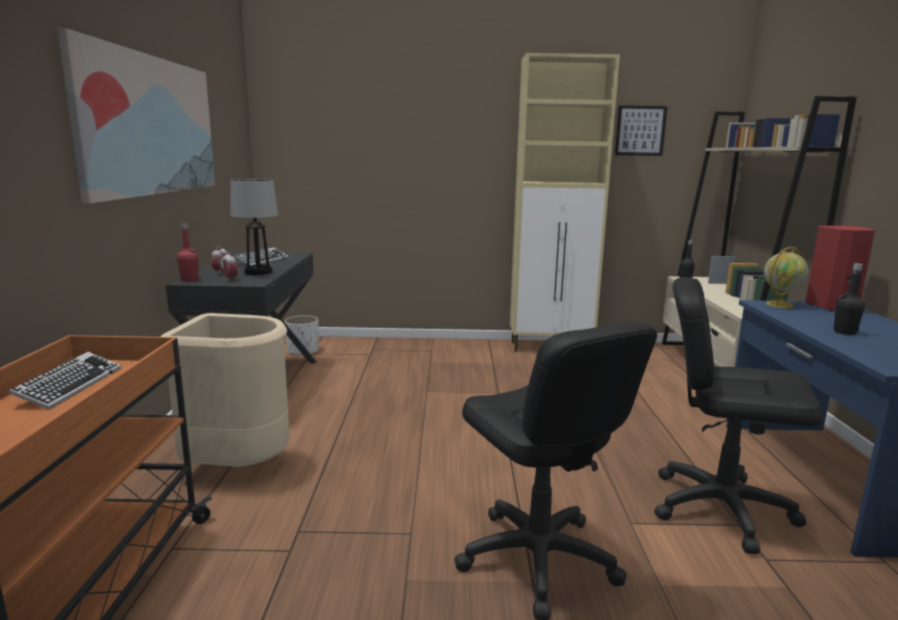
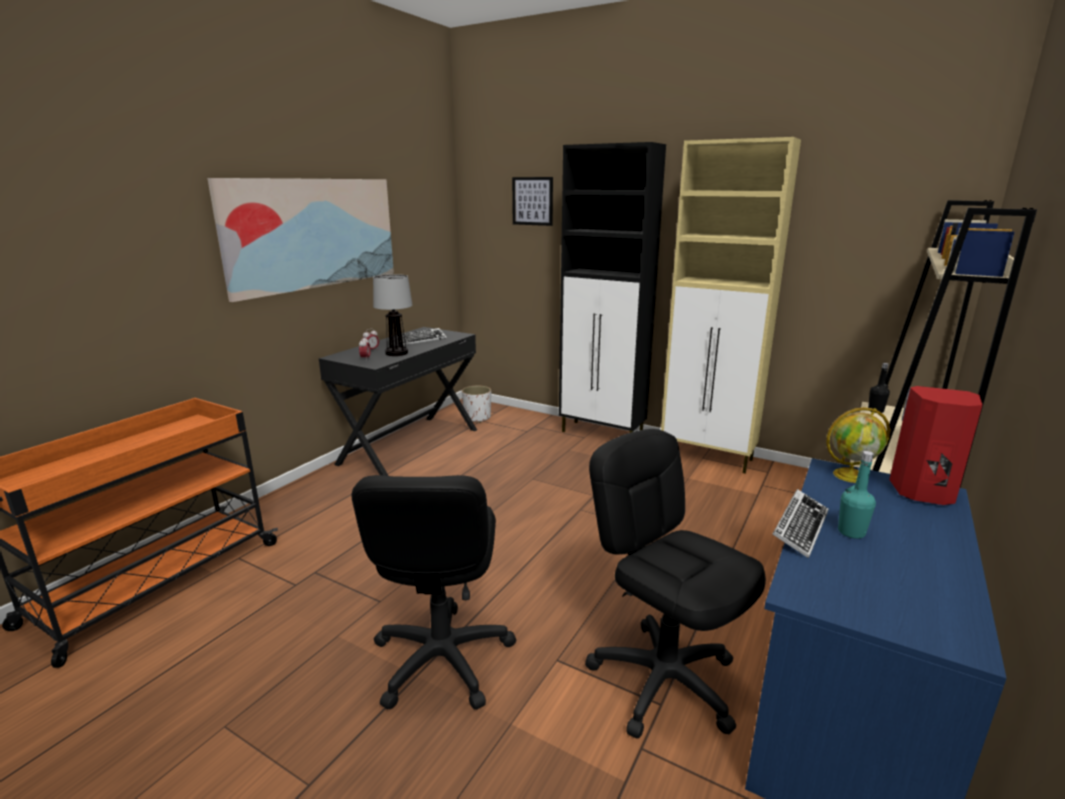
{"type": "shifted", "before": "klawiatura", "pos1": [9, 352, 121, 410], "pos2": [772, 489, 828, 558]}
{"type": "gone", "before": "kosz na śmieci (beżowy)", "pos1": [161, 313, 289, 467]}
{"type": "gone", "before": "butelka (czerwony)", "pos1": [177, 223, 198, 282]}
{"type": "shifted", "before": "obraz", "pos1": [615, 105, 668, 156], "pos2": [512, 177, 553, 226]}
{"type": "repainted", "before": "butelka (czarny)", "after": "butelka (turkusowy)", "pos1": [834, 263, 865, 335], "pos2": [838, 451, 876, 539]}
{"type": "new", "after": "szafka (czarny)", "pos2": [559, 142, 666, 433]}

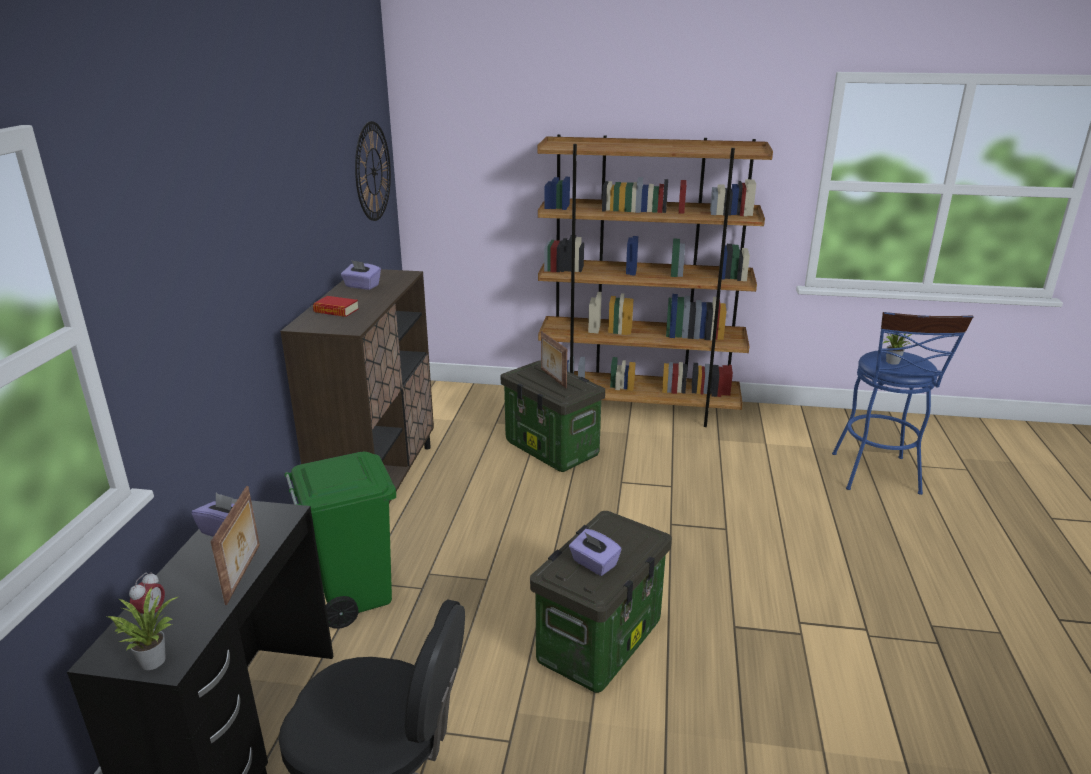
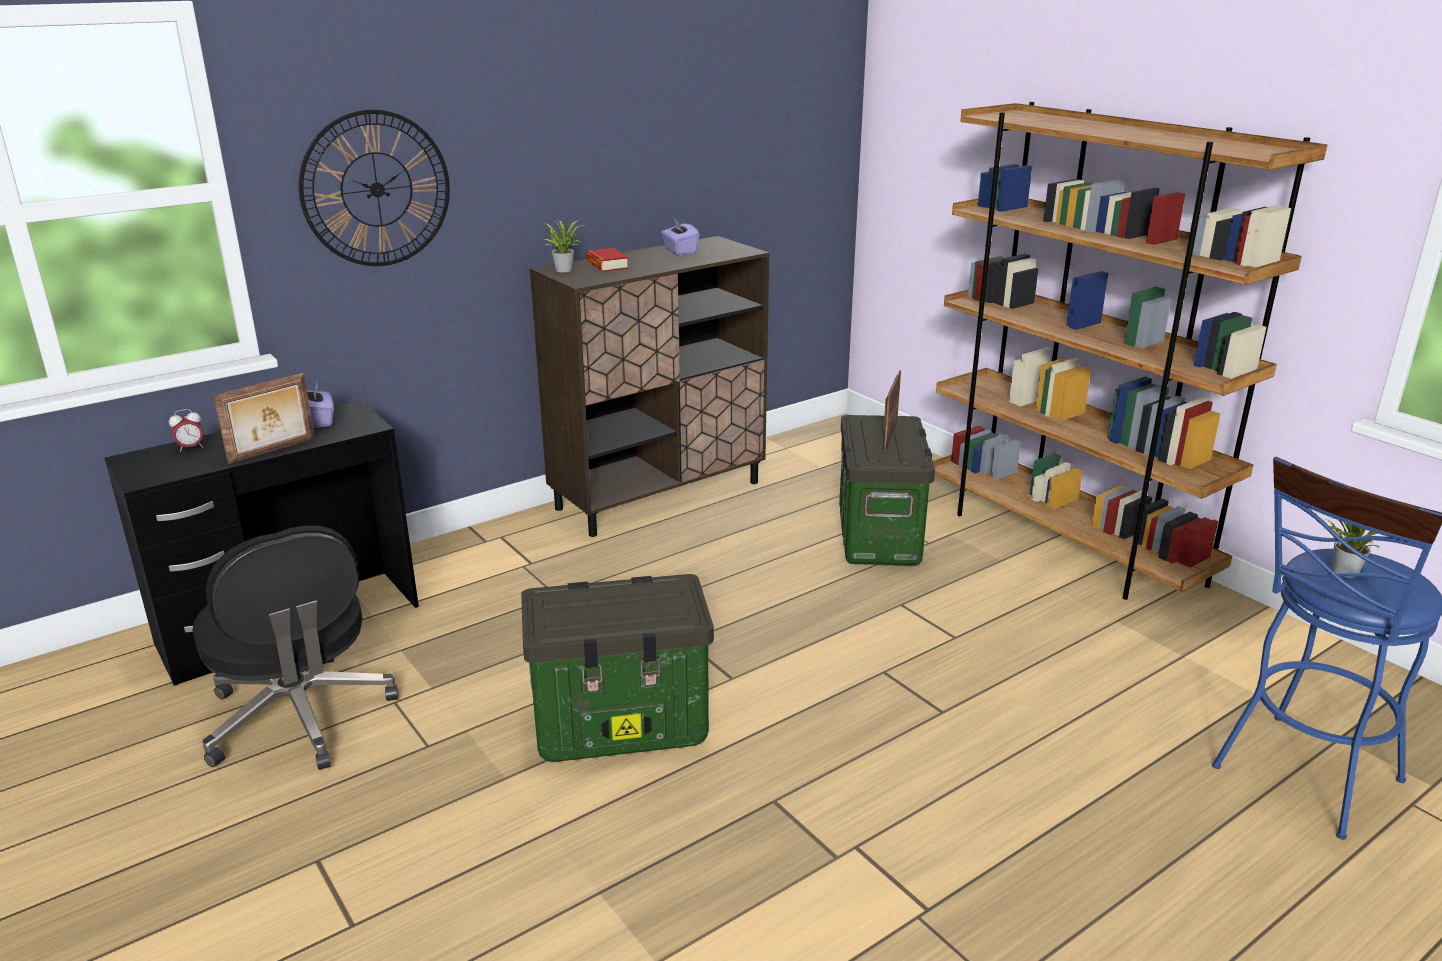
{"type": "shifted", "before": "roślina doniczkowa", "pos1": [108, 587, 177, 670], "pos2": [545, 219, 586, 272]}
{"type": "gone", "before": "kosz na śmieci (zielony)", "pos1": [284, 452, 396, 629]}
{"type": "shifted", "before": "zegar ścienny", "pos1": [355, 121, 391, 221], "pos2": [299, 109, 450, 266]}
{"type": "gone", "before": "pudełko chusteczek (fioletowy)", "pos1": [569, 529, 622, 576]}

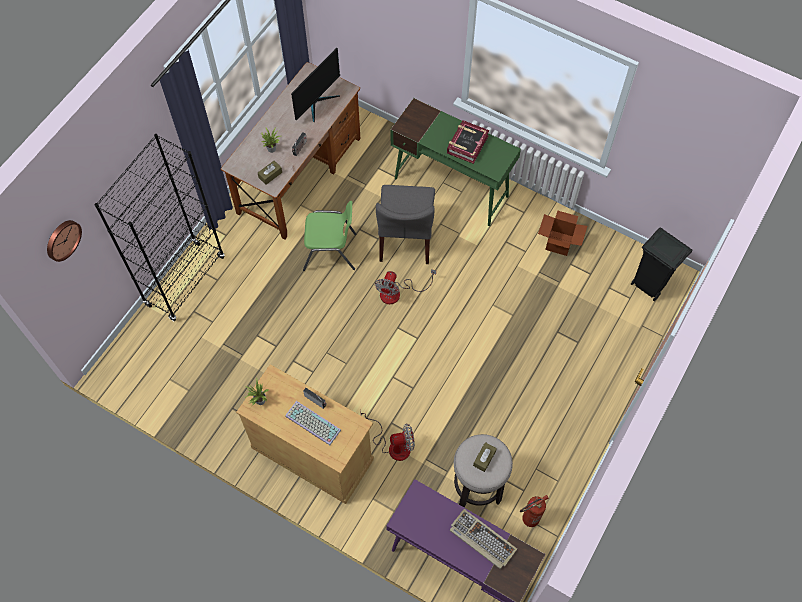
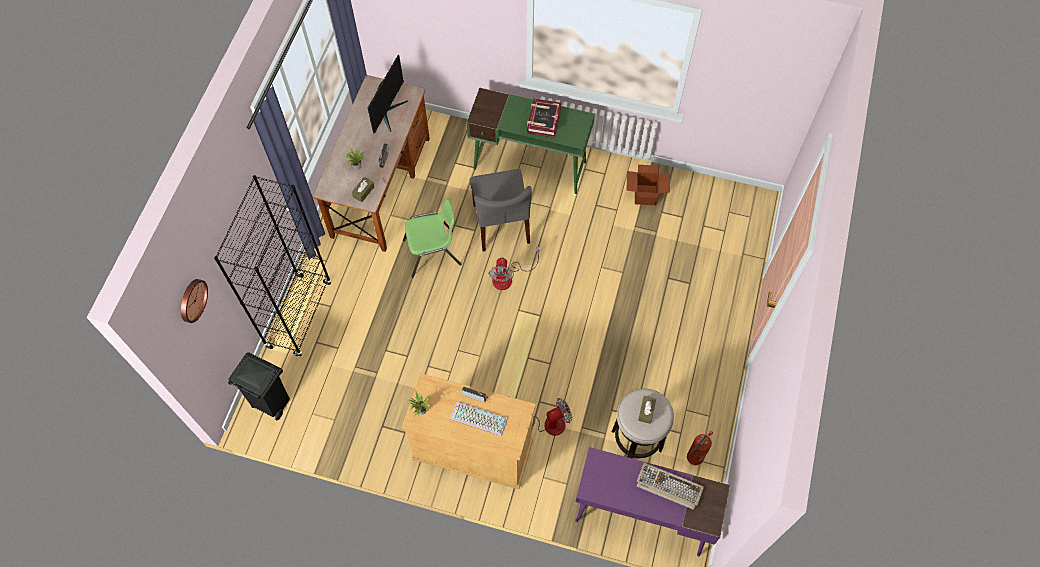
{"type": "shifted", "before": "kosz na śmieci (czarny)", "pos1": [631, 227, 692, 301], "pos2": [228, 352, 290, 421]}

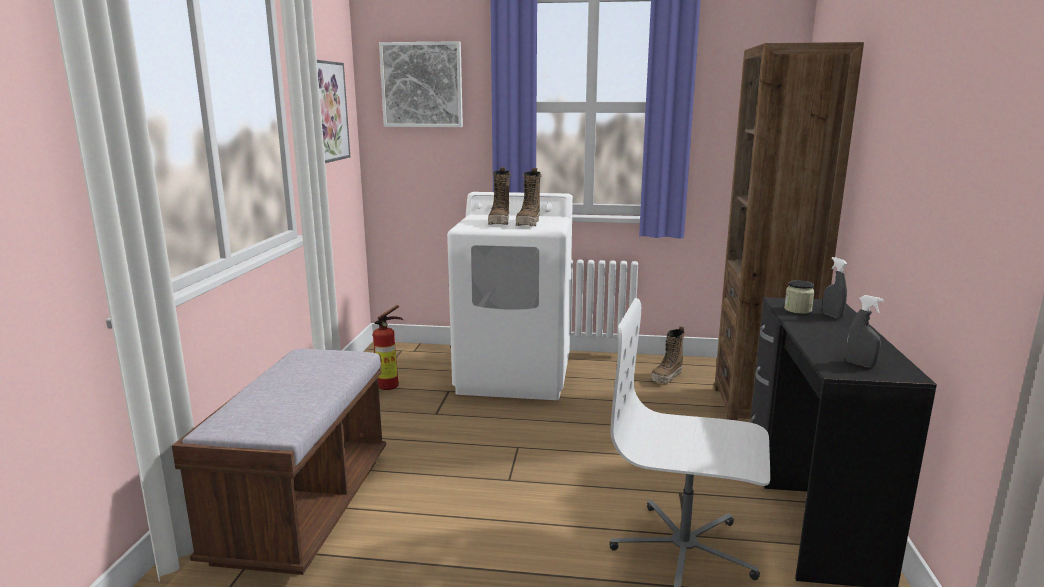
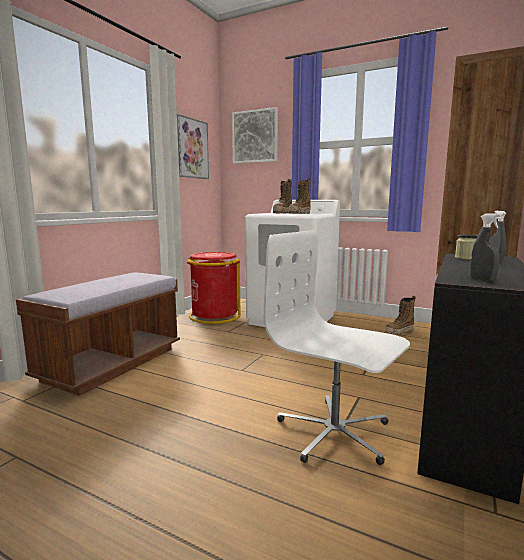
{"type": "swapped", "before": "gaśnica", "after": "kosz na śmieci (czerwony)", "pos1": [373, 305, 403, 390], "pos2": [186, 252, 240, 324]}

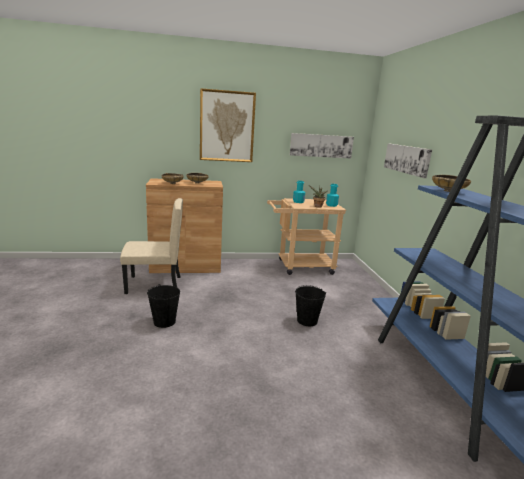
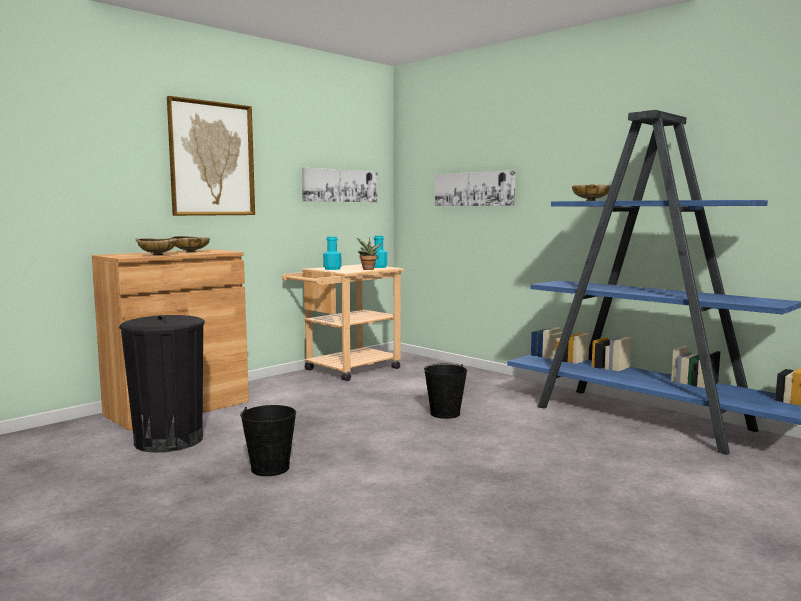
{"type": "swapped", "before": "krzesło (beżowy)", "after": "kosz na śmieci (czarny)", "pos1": [120, 198, 183, 294], "pos2": [119, 315, 205, 453]}

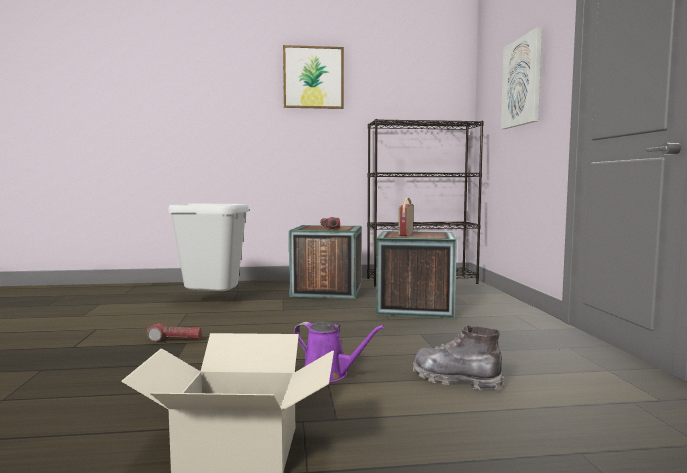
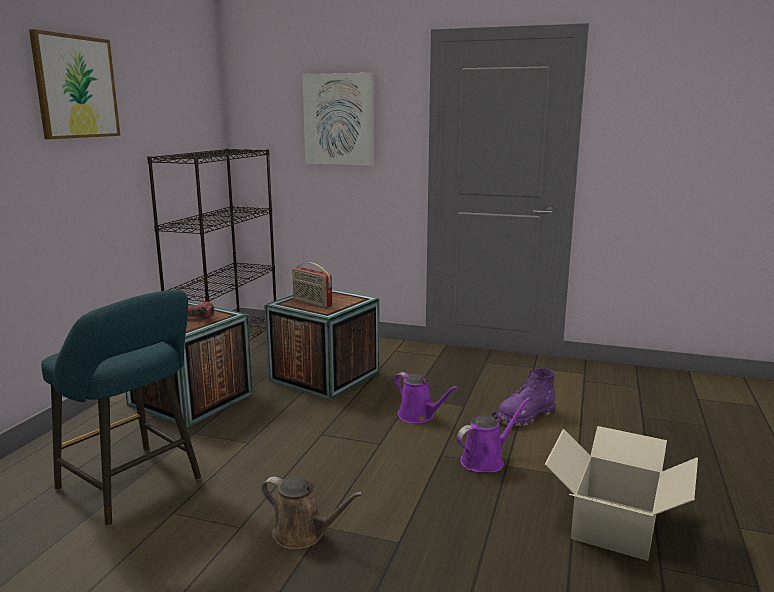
{"type": "swapped", "before": "latarka", "after": "konewka (brązowy)", "pos1": [147, 323, 202, 342], "pos2": [261, 477, 363, 549]}
{"type": "swapped", "before": "kosz na śmieci (szary)", "after": "stołek (turkusowy)", "pos1": [168, 203, 249, 291], "pos2": [41, 290, 201, 526]}
{"type": "repainted", "before": "but z cholewką (szary)", "after": "but z cholewką (fioletowy)", "pos1": [413, 325, 504, 391], "pos2": [497, 368, 555, 426]}
{"type": "new", "after": "konewka (fioletowy)", "pos2": [394, 372, 458, 423]}

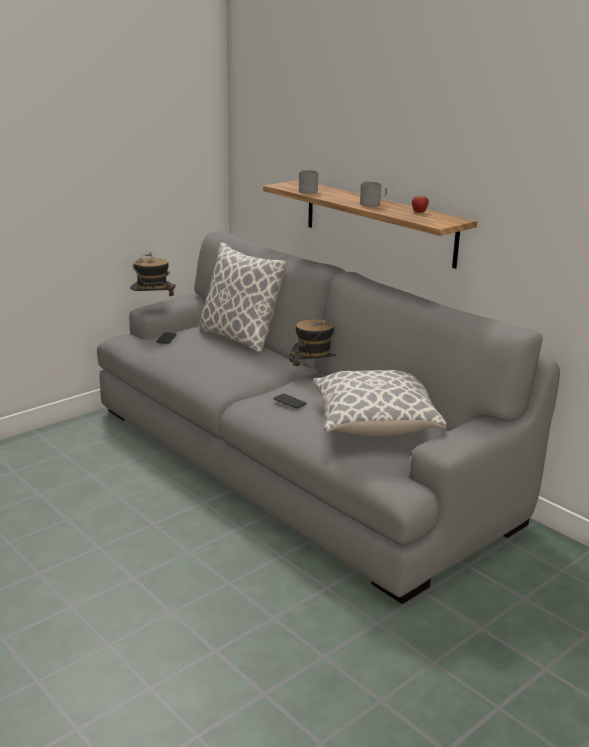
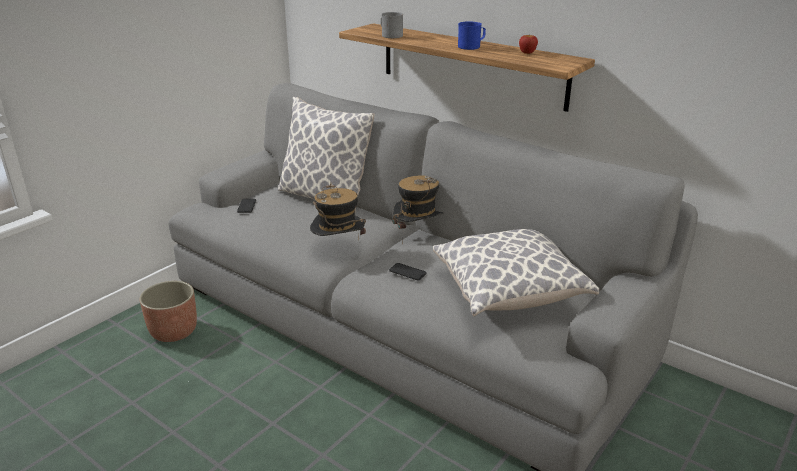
{"type": "shifted", "before": "kapelusz", "pos1": [130, 253, 176, 304], "pos2": [310, 183, 366, 239]}
{"type": "repainted", "before": "kubek (szary)", "after": "kubek (niebieski)", "pos1": [360, 181, 387, 207], "pos2": [458, 21, 486, 50]}
{"type": "new", "after": "donica", "pos2": [139, 281, 197, 342]}

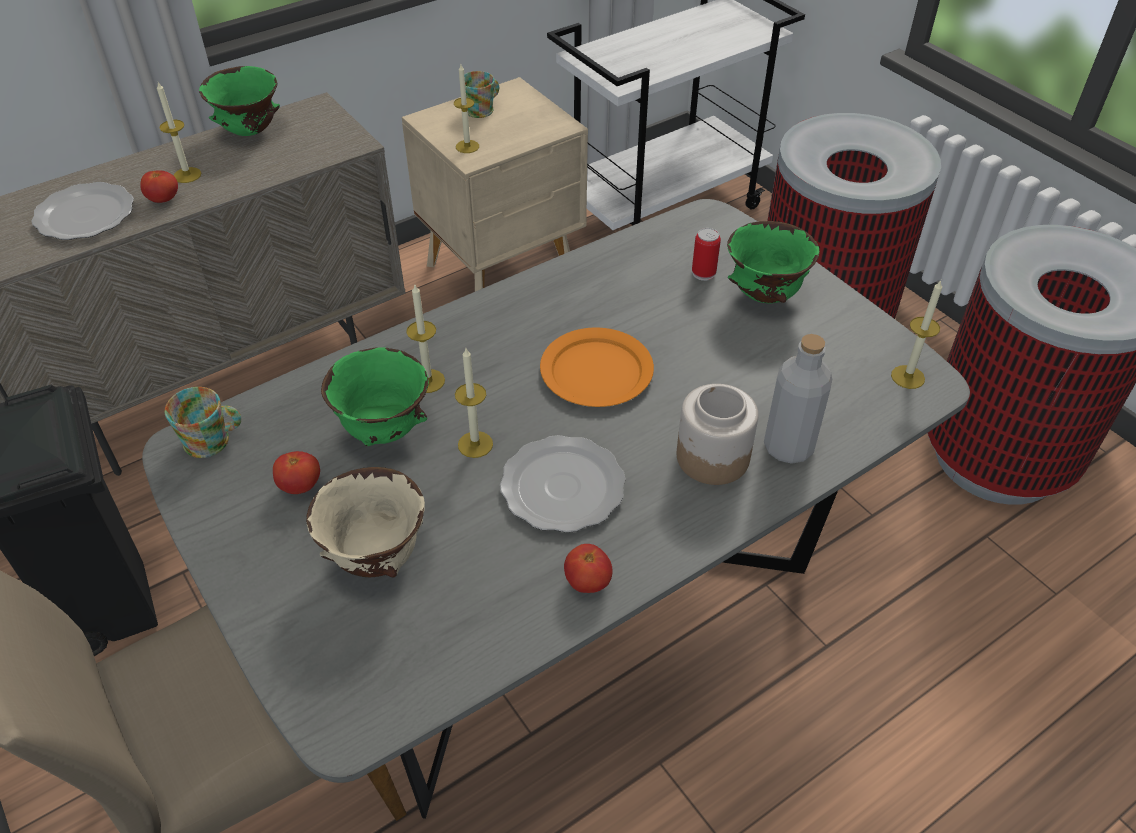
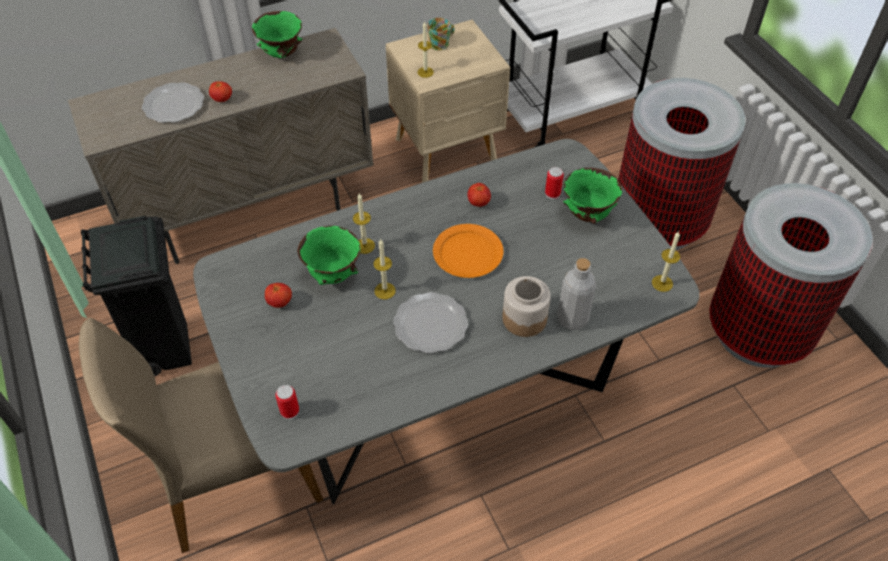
{"type": "gone", "before": "świeca", "pos1": [157, 82, 201, 183]}
{"type": "gone", "before": "kubek", "pos1": [165, 387, 241, 458]}
{"type": "gone", "before": "miska (beżowy)", "pos1": [306, 467, 425, 577]}
{"type": "shifted", "before": "pomidor", "pos1": [564, 544, 613, 593], "pos2": [468, 183, 491, 207]}
{"type": "new", "after": "puszka", "pos2": [275, 385, 299, 419]}

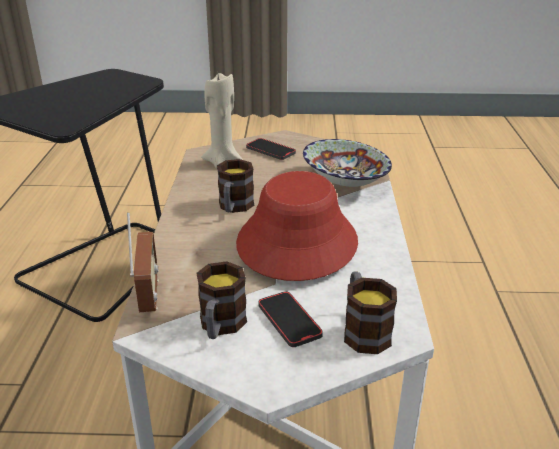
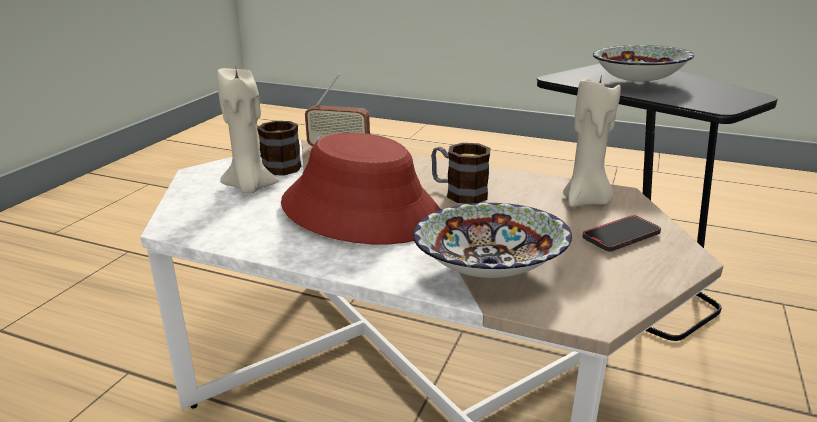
{"type": "swapped", "before": "telefon", "after": "świeca (beżowy)", "pos1": [258, 292, 323, 347], "pos2": [217, 68, 279, 194]}
{"type": "gone", "before": "kubek", "pos1": [344, 271, 397, 354]}
{"type": "new", "after": "miska", "pos2": [593, 45, 694, 85]}

